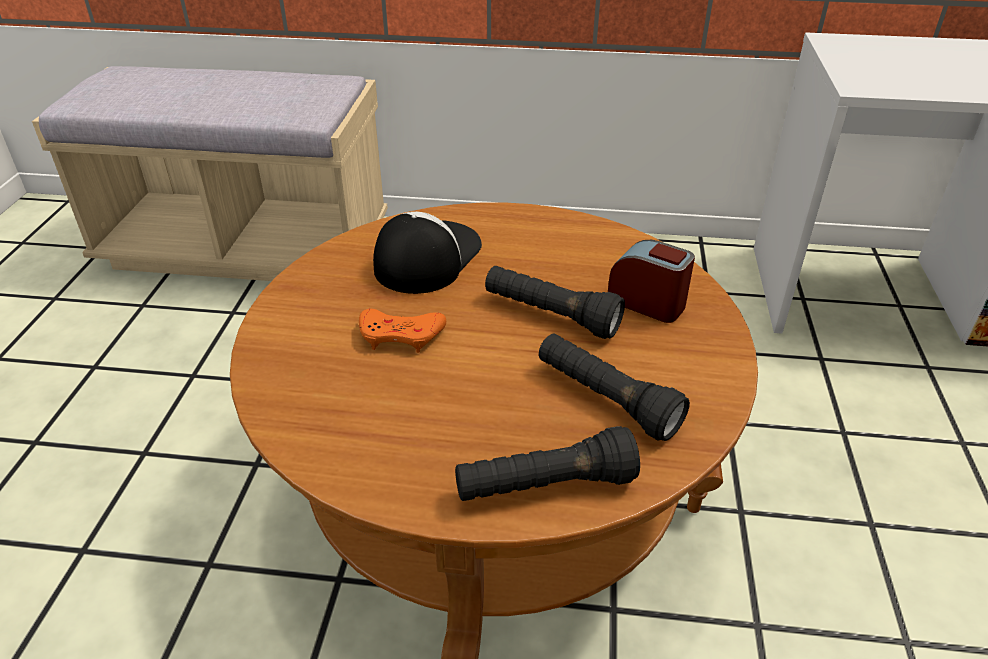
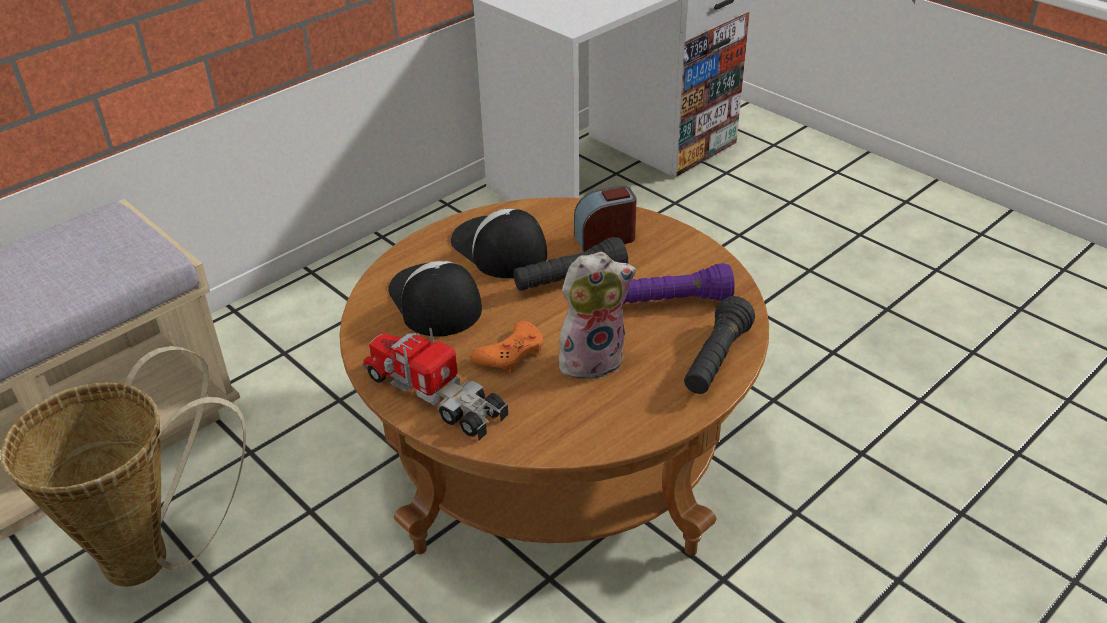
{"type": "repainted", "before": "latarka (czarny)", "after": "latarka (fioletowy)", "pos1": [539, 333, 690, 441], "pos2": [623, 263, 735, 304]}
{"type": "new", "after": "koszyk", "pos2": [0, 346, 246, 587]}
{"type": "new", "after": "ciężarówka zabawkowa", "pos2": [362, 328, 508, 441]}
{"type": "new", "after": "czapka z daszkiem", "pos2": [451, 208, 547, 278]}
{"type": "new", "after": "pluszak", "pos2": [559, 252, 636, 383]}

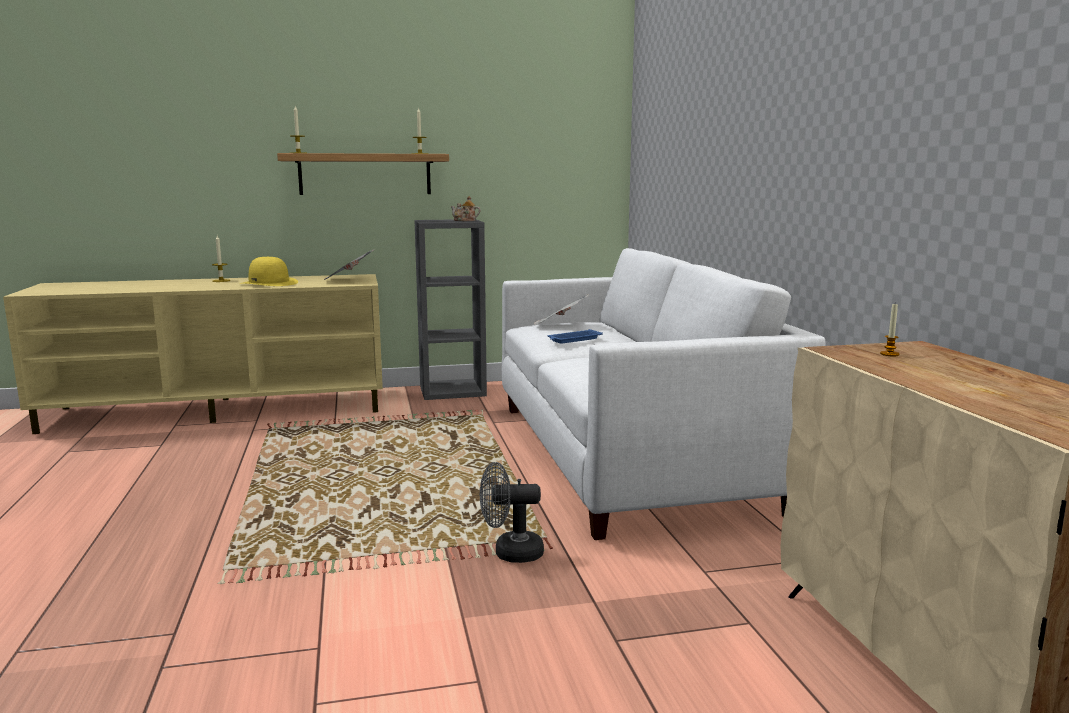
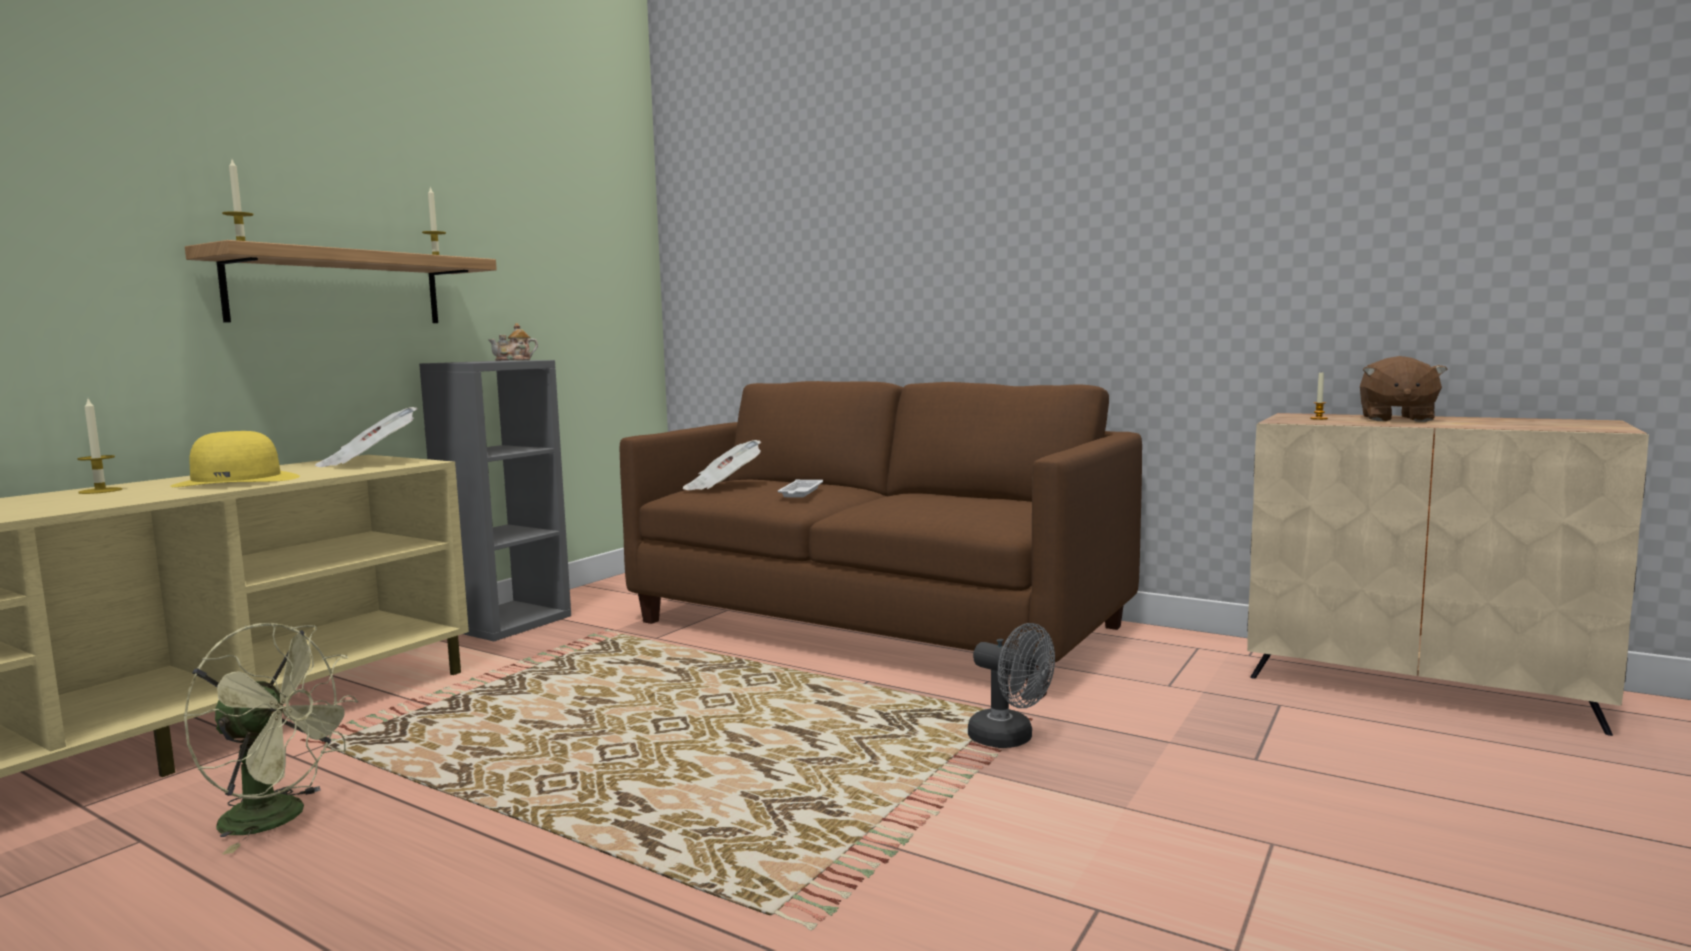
{"type": "rotated", "before": "wentylator (szary)", "pos1": [480, 462, 544, 563], "pos2": [968, 623, 1055, 748], "turn": -90}
{"type": "repainted", "before": "kanapa (biały)", "after": "kanapa (brązowy)", "pos1": [502, 248, 826, 540], "pos2": [620, 381, 1142, 699]}
{"type": "repainted", "before": "taca (niebieski)", "after": "taca (biały)", "pos1": [547, 329, 603, 344], "pos2": [778, 480, 823, 498]}
{"type": "new", "after": "wentylator (zielony)", "pos2": [183, 623, 358, 854]}
{"type": "new", "after": "pluszak (brązowy)", "pos2": [1360, 356, 1447, 422]}

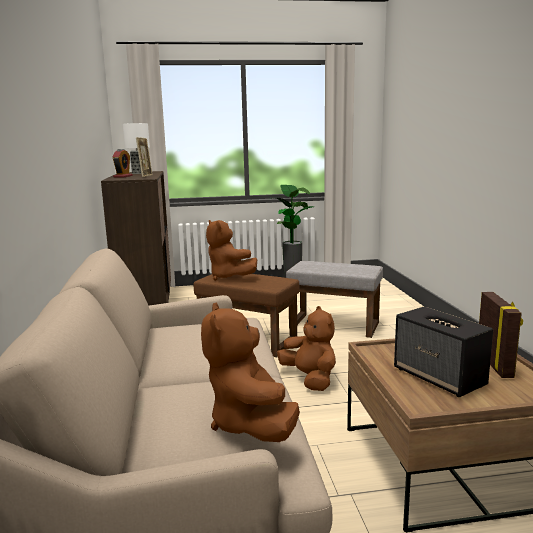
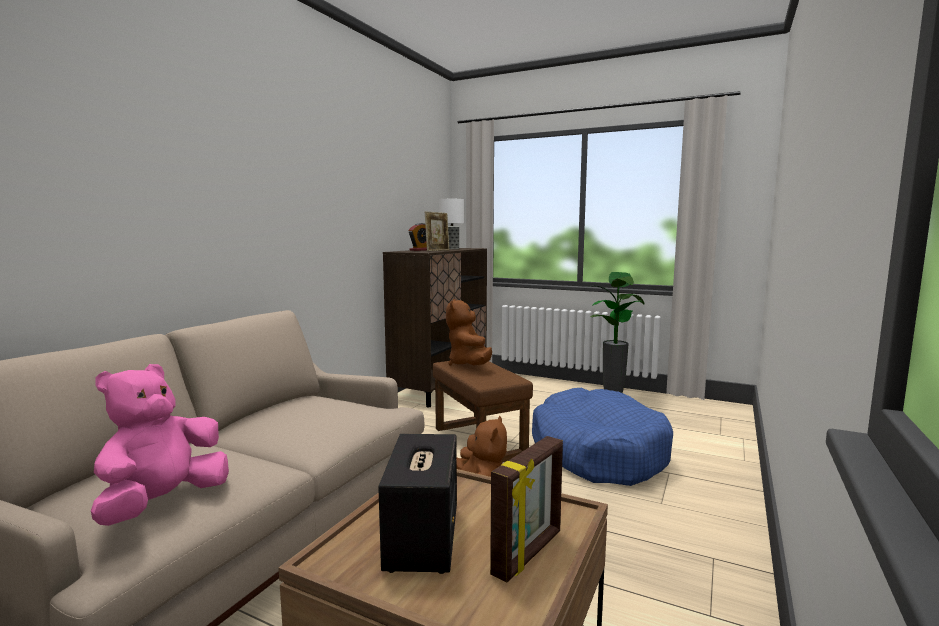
{"type": "repainted", "before": "pluszak (brązowy)", "after": "pluszak (różowy)", "pos1": [201, 303, 300, 442], "pos2": [91, 364, 229, 526]}
{"type": "swapped", "before": "pufa (szary)", "after": "legowisko (niebieski)", "pos1": [286, 261, 383, 338], "pos2": [532, 388, 673, 486]}

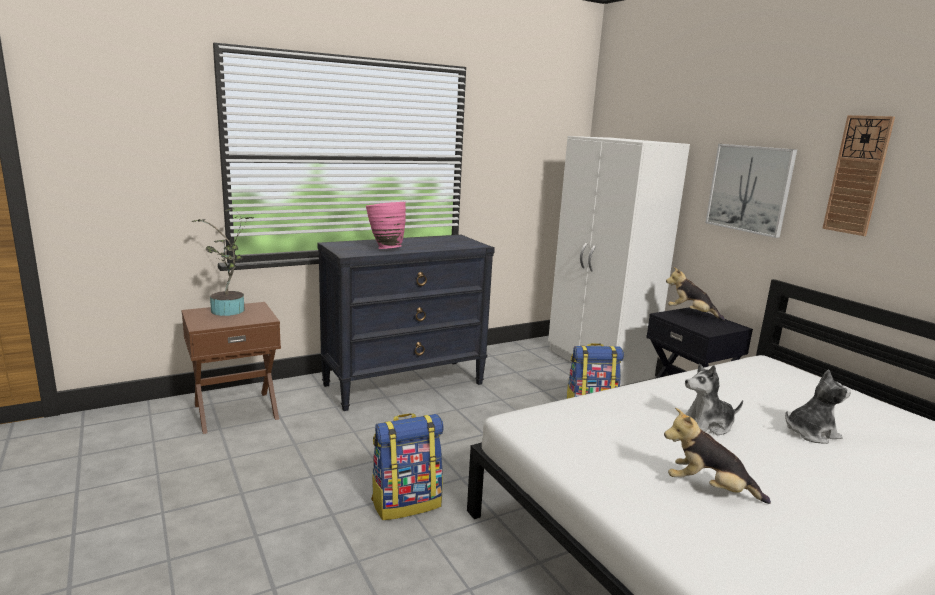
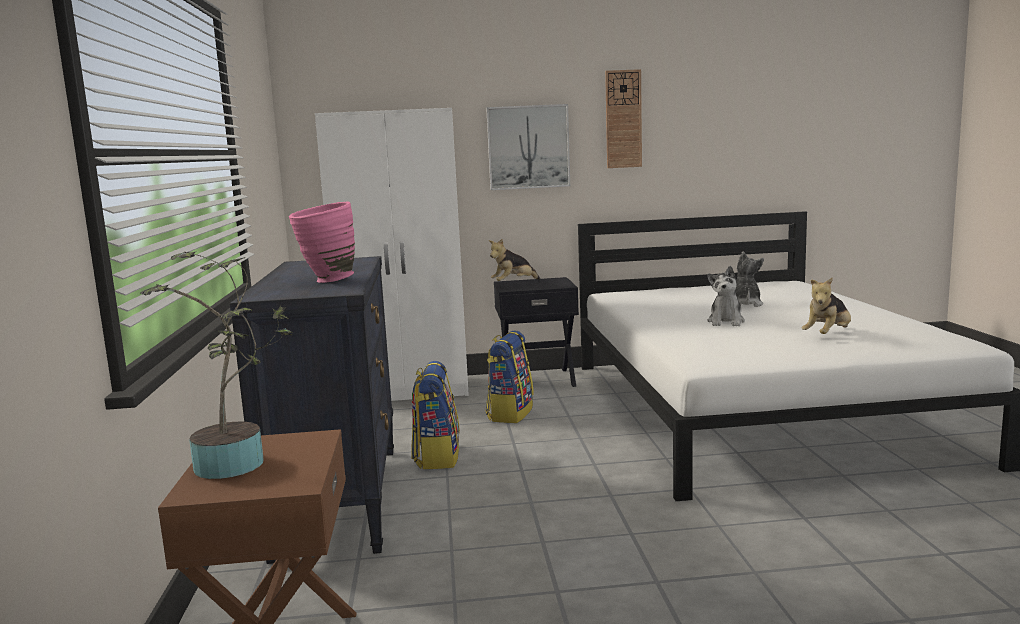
{"type": "shifted", "before": "plecak", "pos1": [371, 413, 443, 520], "pos2": [411, 361, 460, 469]}

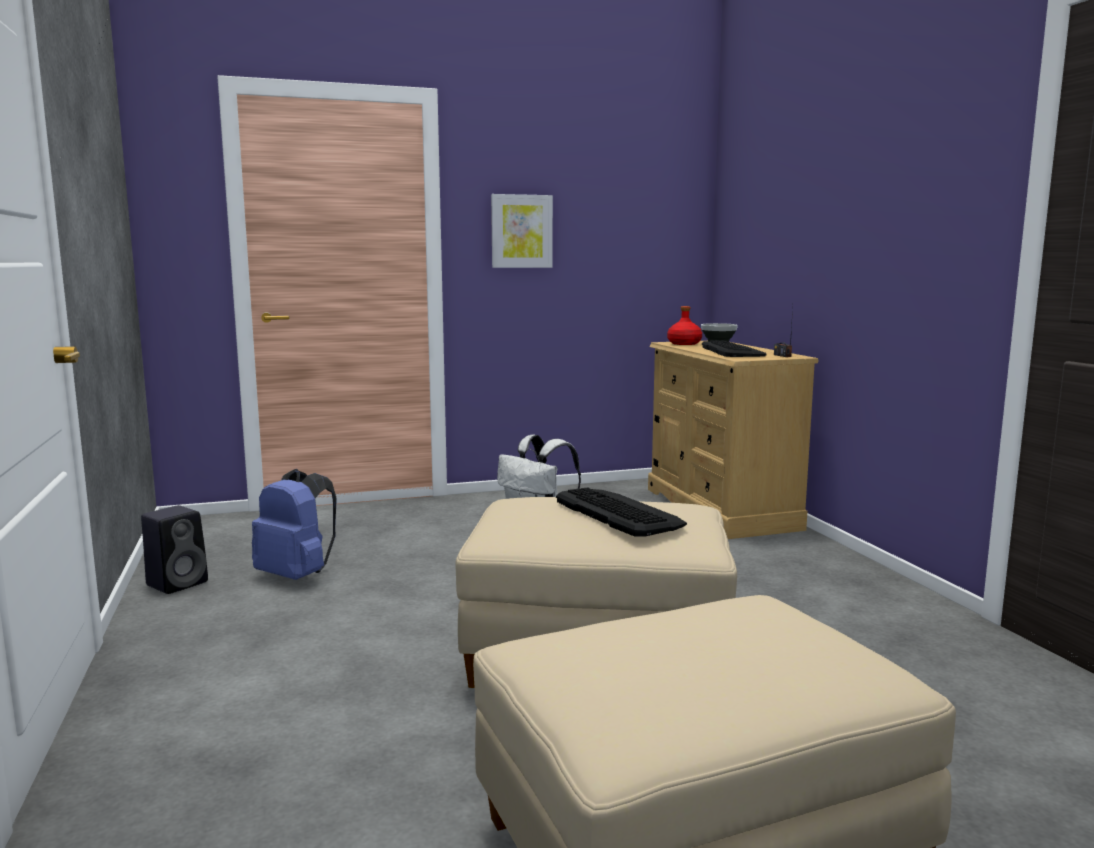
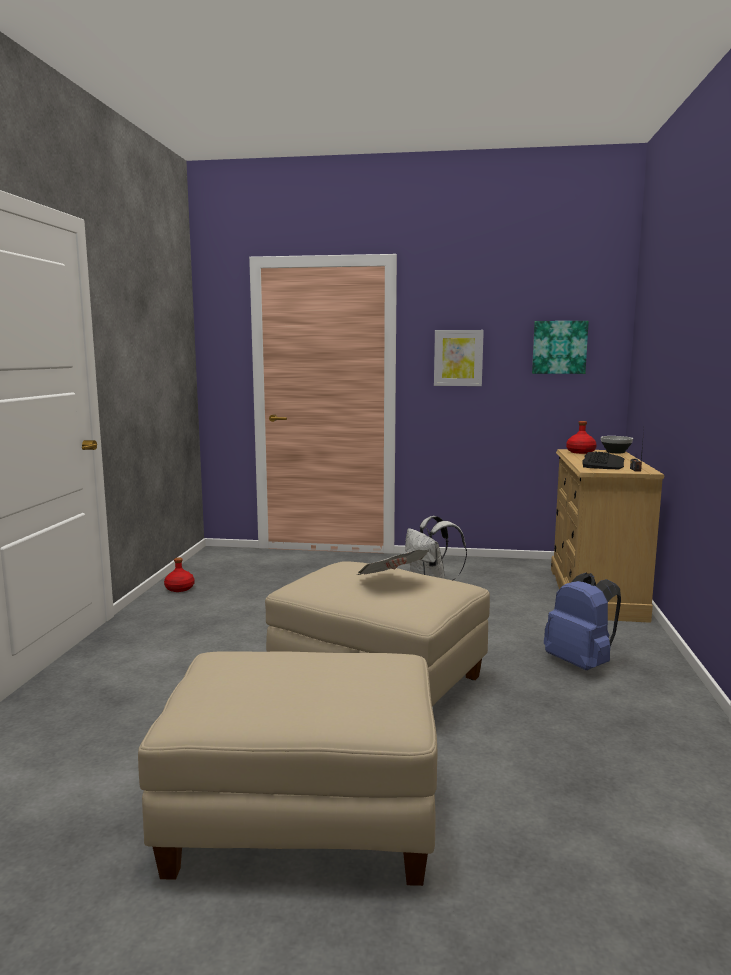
{"type": "swapped", "before": "głośnik (czarny)", "after": "butelka (czerwony)", "pos1": [141, 505, 208, 594], "pos2": [164, 558, 195, 592]}
{"type": "shifted", "before": "plecak (niebieski)", "pos1": [252, 469, 337, 580], "pos2": [544, 573, 621, 670]}
{"type": "swapped", "before": "klawiatura", "after": "gazeta", "pos1": [556, 487, 687, 537], "pos2": [357, 550, 429, 575]}
{"type": "new", "after": "obraz", "pos2": [532, 321, 589, 374]}

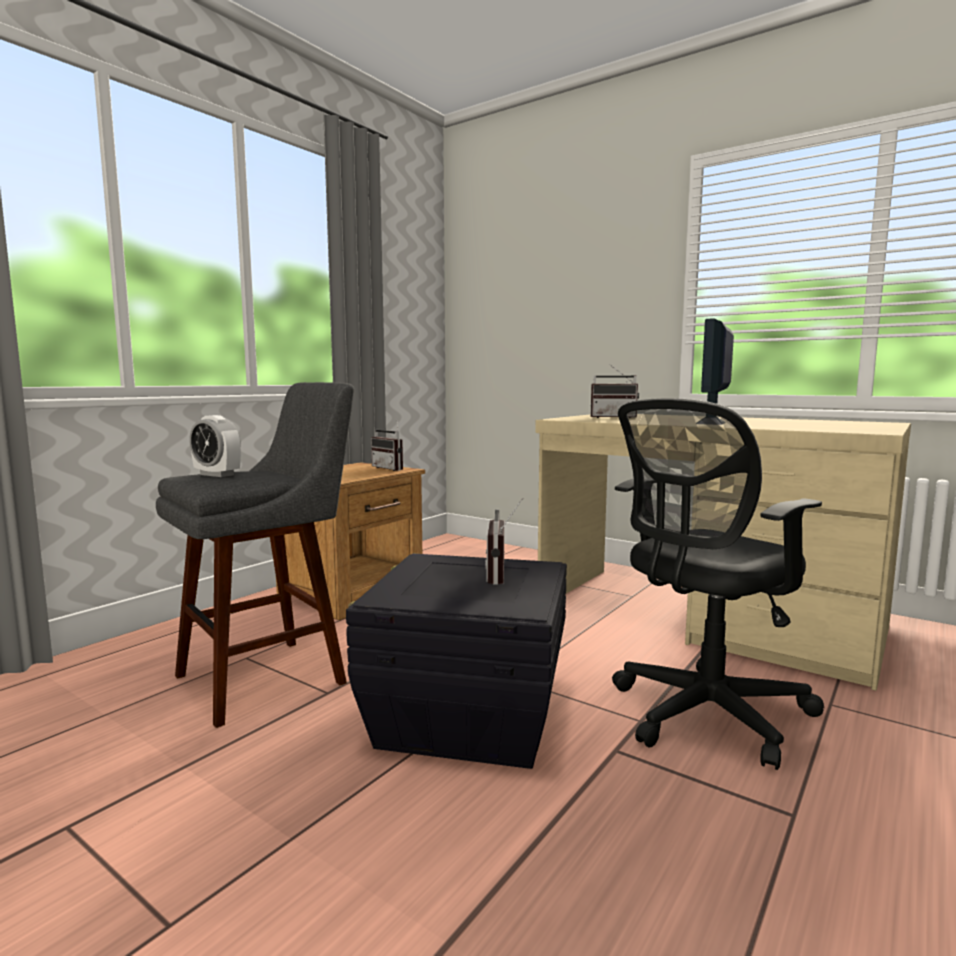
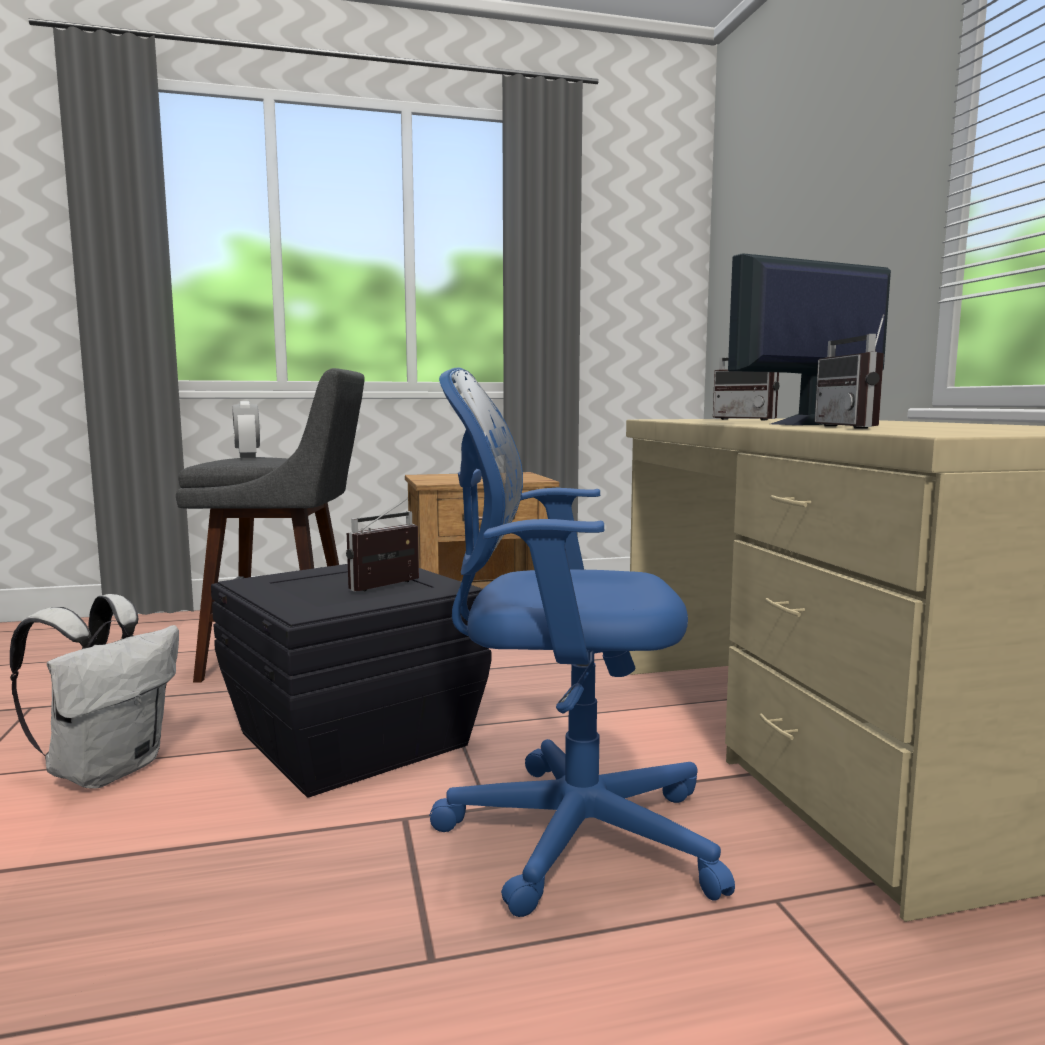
{"type": "shifted", "before": "radio", "pos1": [371, 422, 403, 471], "pos2": [815, 314, 884, 429]}
{"type": "repainted", "before": "krzesło biurowe (czarny)", "after": "krzesło biurowe (niebieski)", "pos1": [612, 398, 824, 770], "pos2": [429, 367, 735, 917]}
{"type": "new", "after": "plecak (biały)", "pos2": [10, 594, 179, 789]}

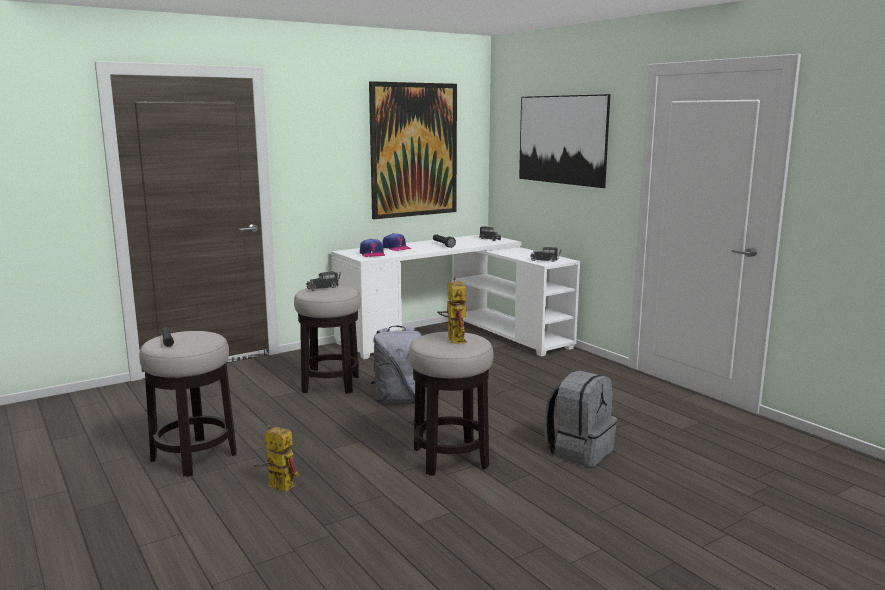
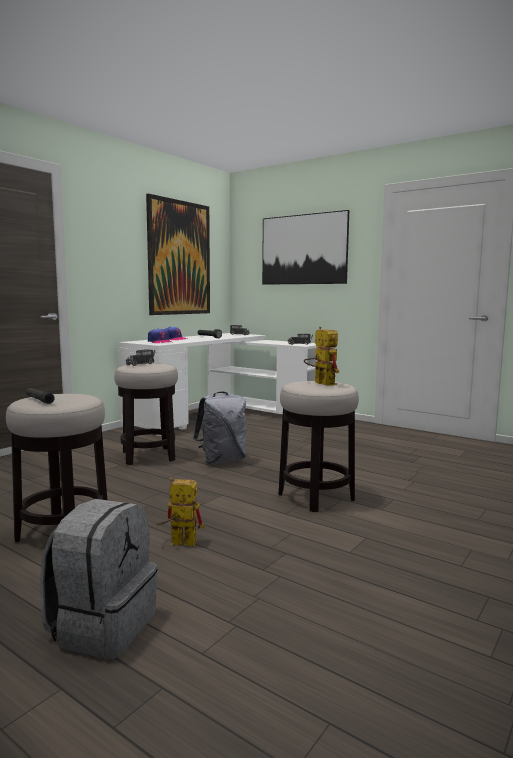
{"type": "shifted", "before": "plecak (szary)", "pos1": [545, 371, 617, 467], "pos2": [40, 499, 158, 659]}

